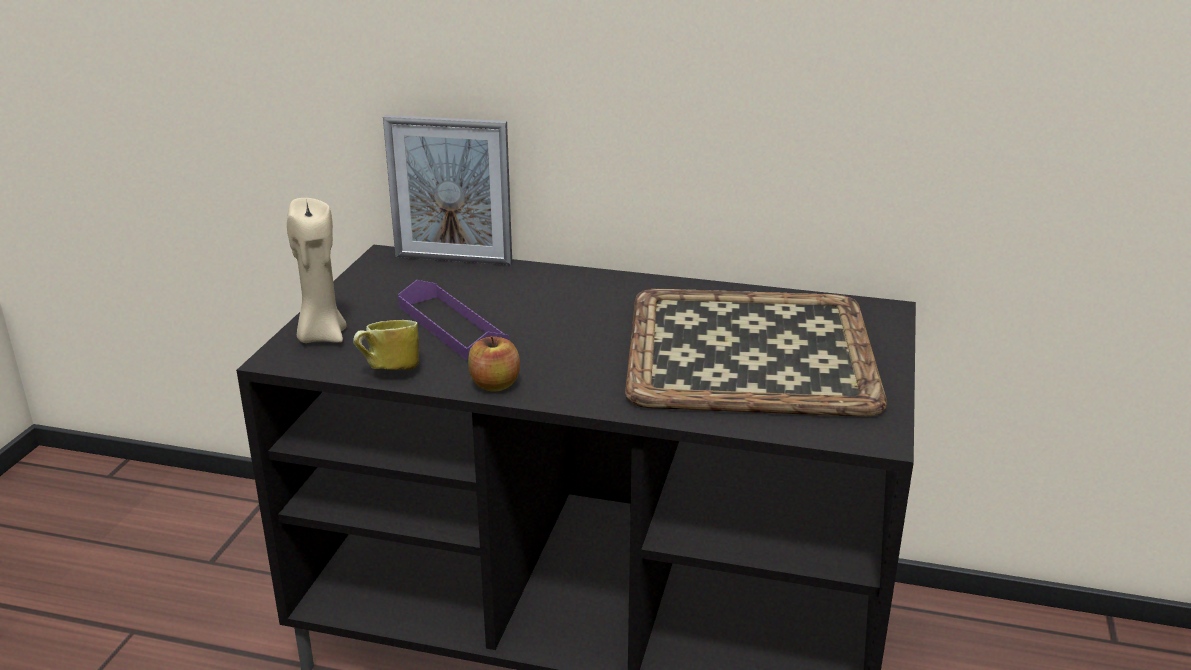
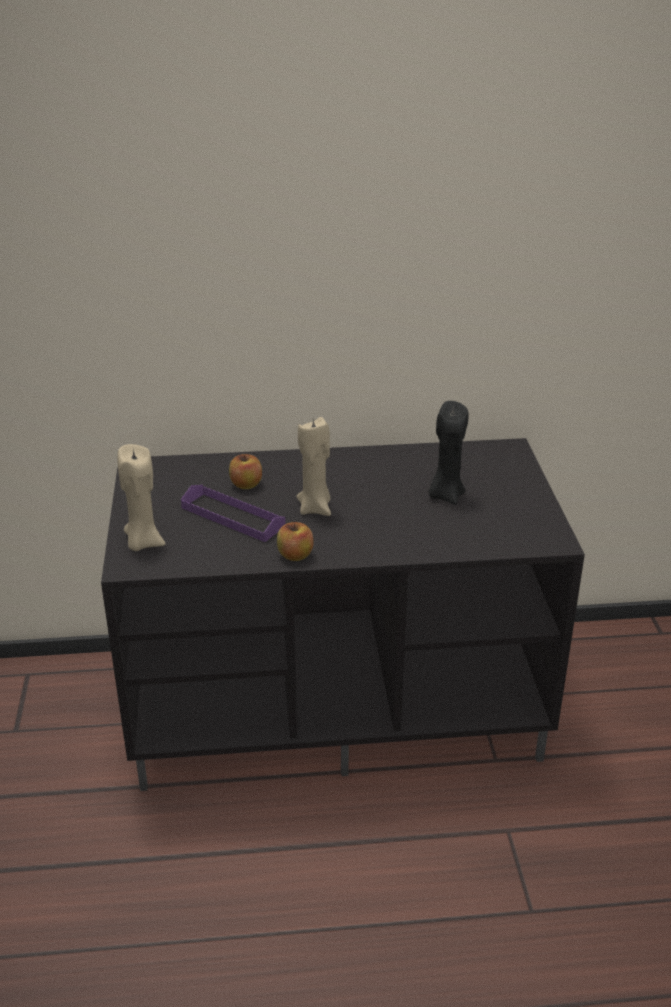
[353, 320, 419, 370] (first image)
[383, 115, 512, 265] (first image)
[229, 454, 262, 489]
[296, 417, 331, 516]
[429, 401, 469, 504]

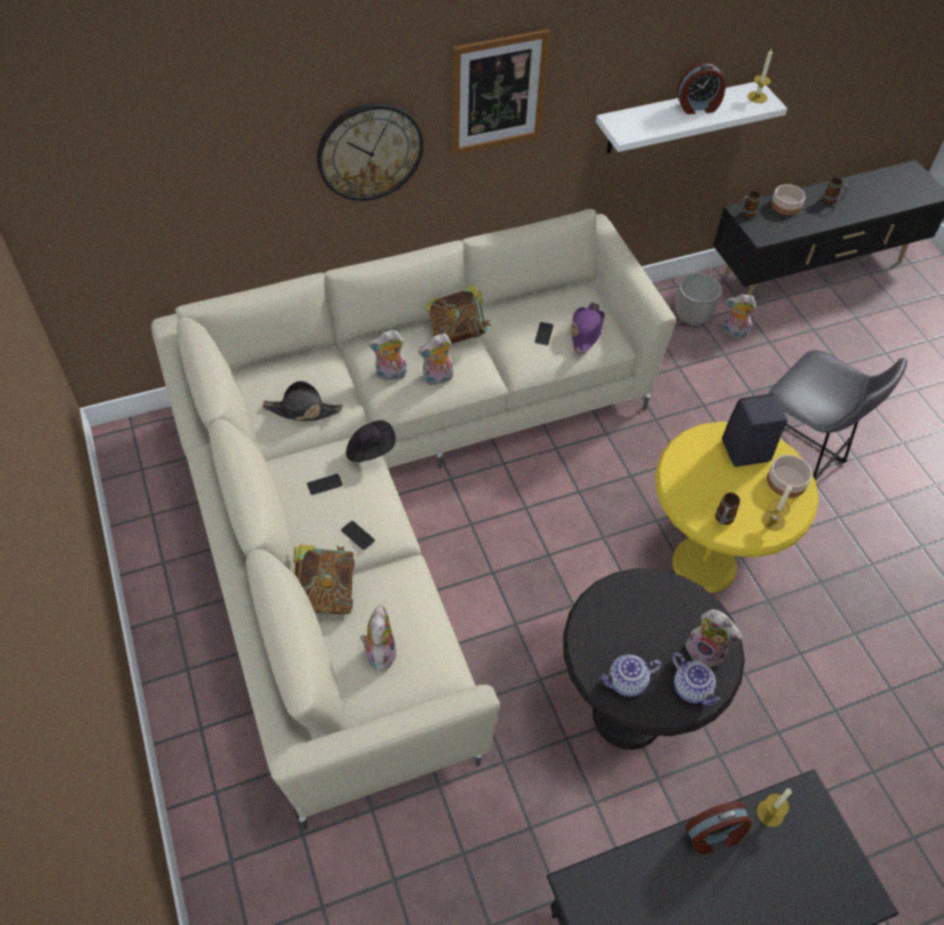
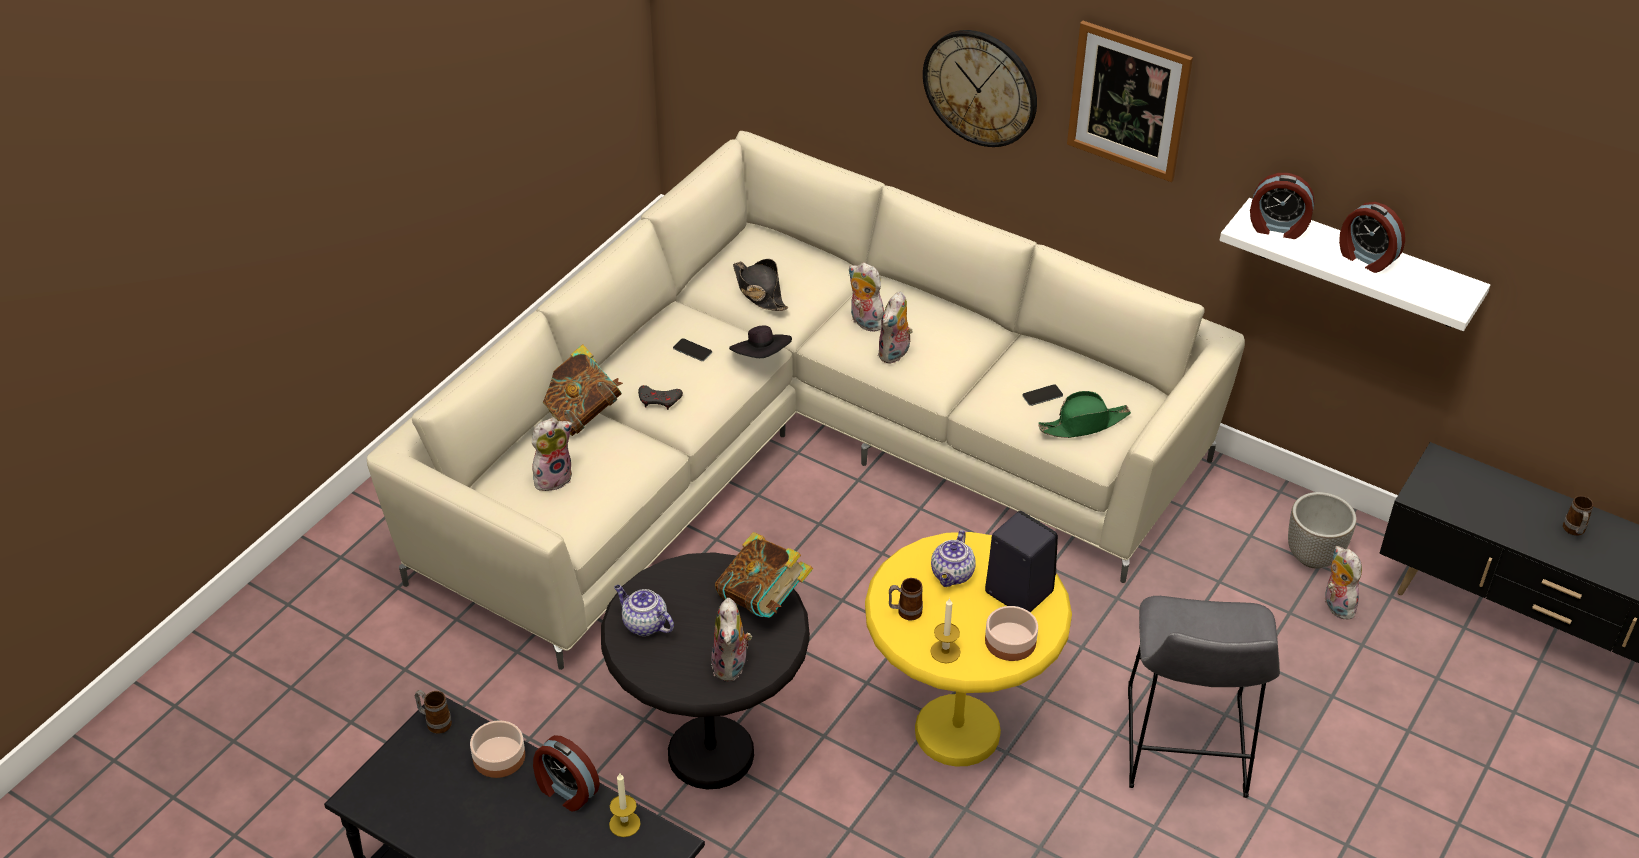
[748, 48, 772, 103] (first image)
[1250, 173, 1315, 239]
[715, 532, 813, 618]
[931, 530, 976, 587]
[415, 690, 452, 734]
[470, 720, 525, 778]
[638, 385, 683, 410]
[1038, 391, 1131, 438]
[878, 291, 913, 364]

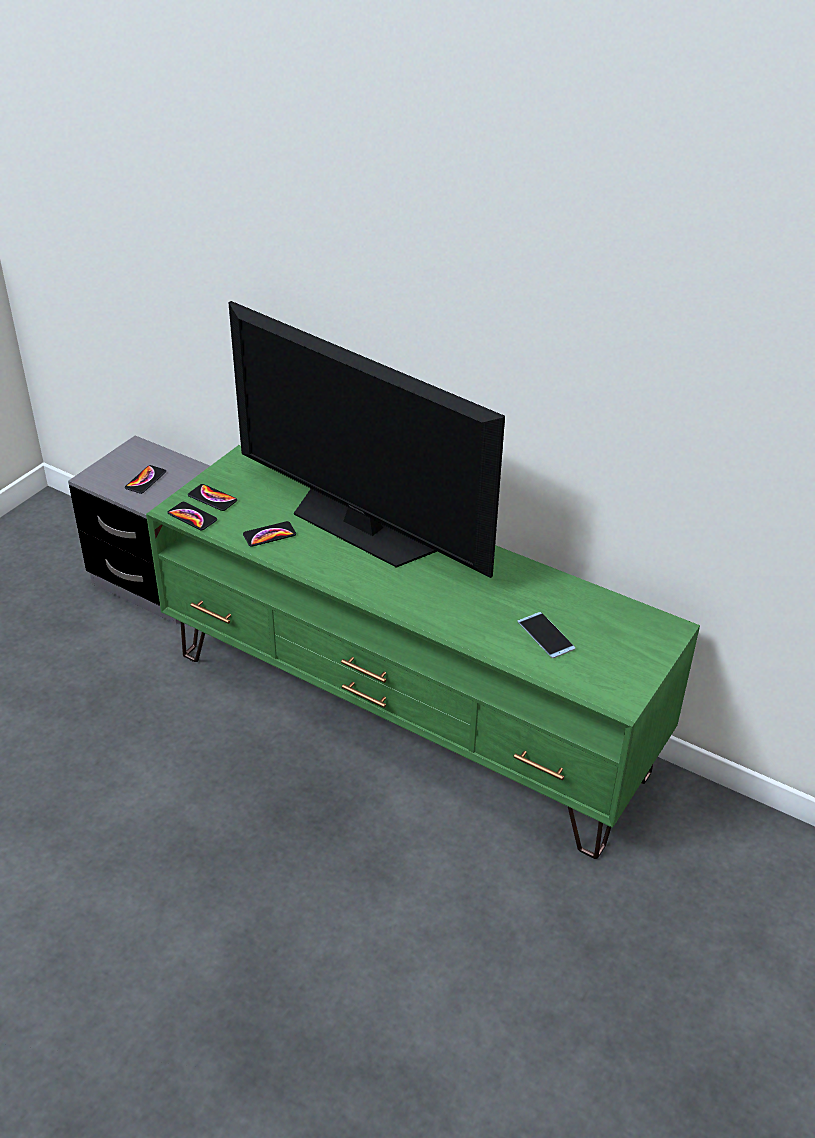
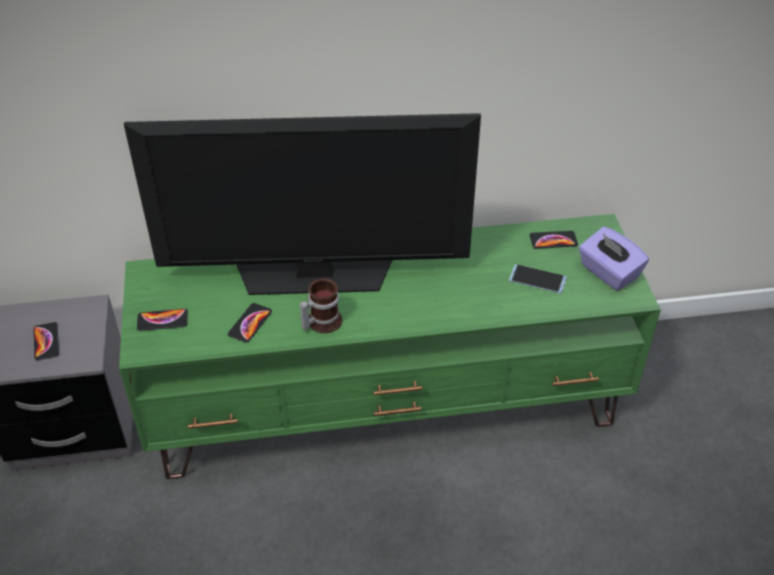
[299, 278, 342, 333]
[579, 226, 649, 291]
[530, 231, 578, 249]

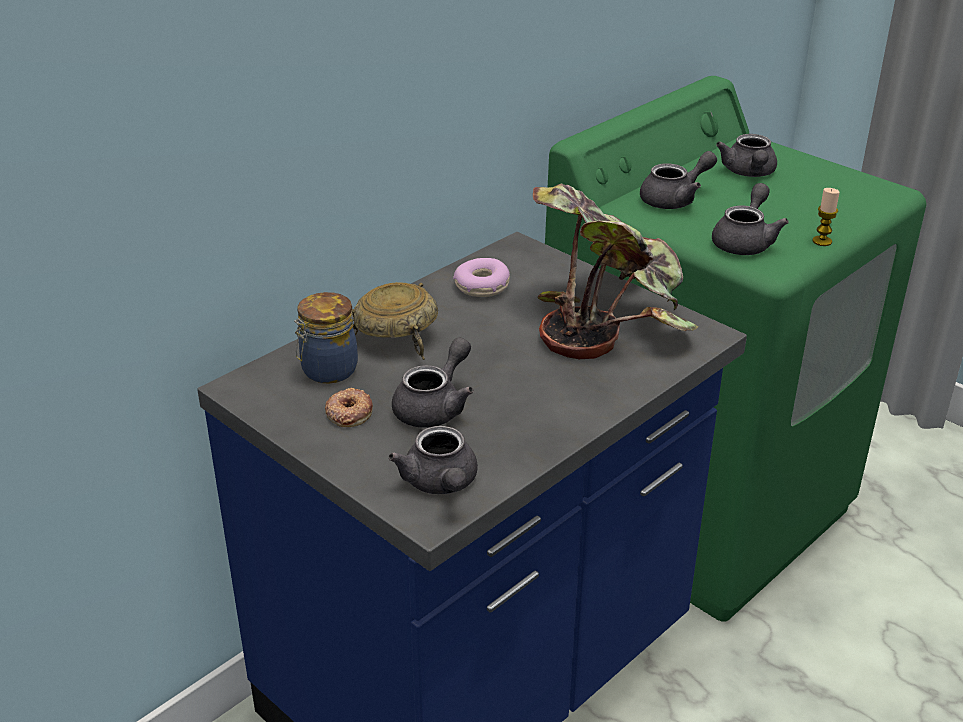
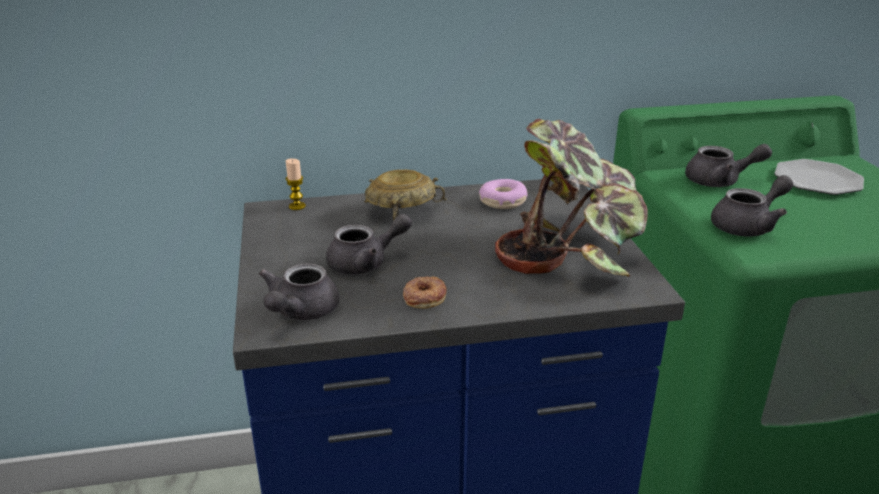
[294, 292, 358, 383] (first image)
[403, 276, 447, 309]
[286, 158, 306, 210]
[774, 159, 864, 195]

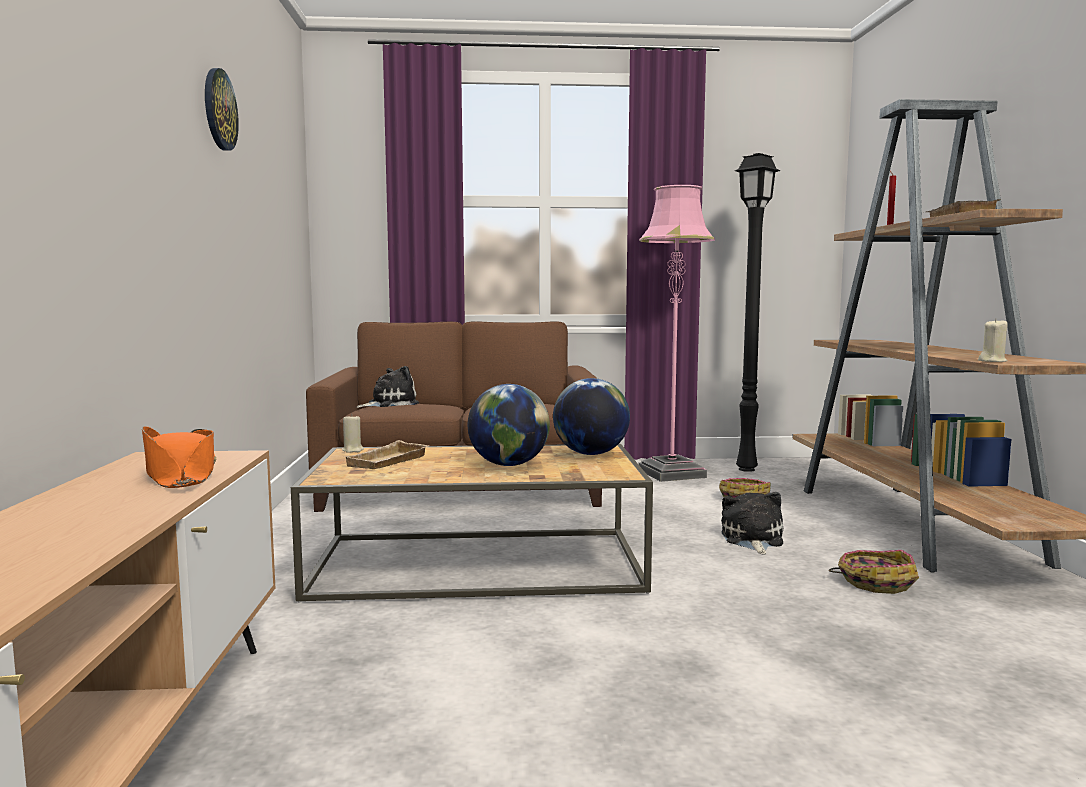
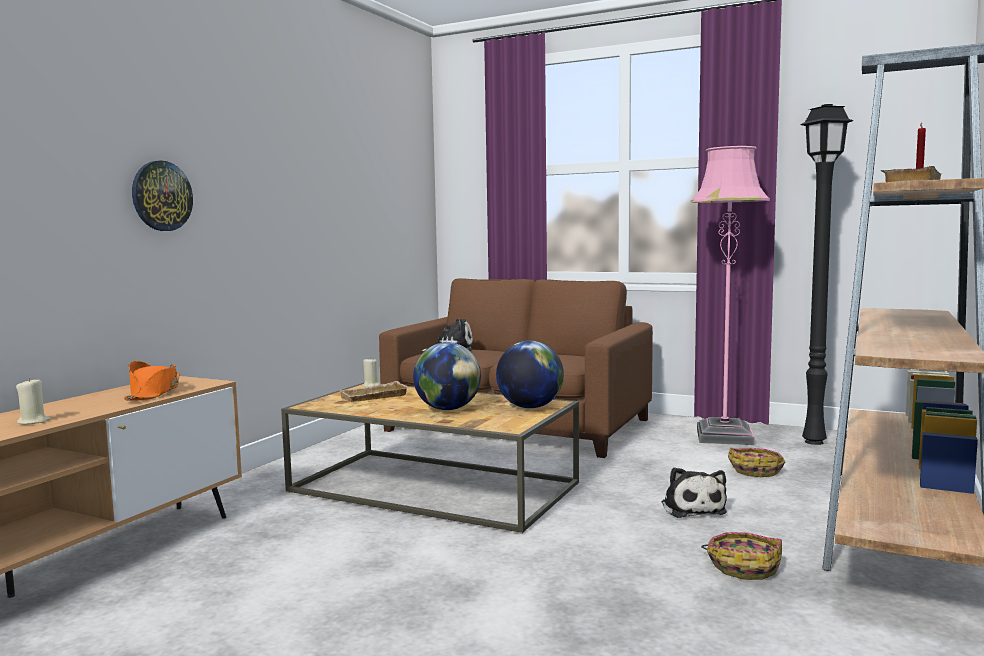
[132, 161, 193, 231]
[16, 378, 51, 424]
[662, 467, 727, 518]

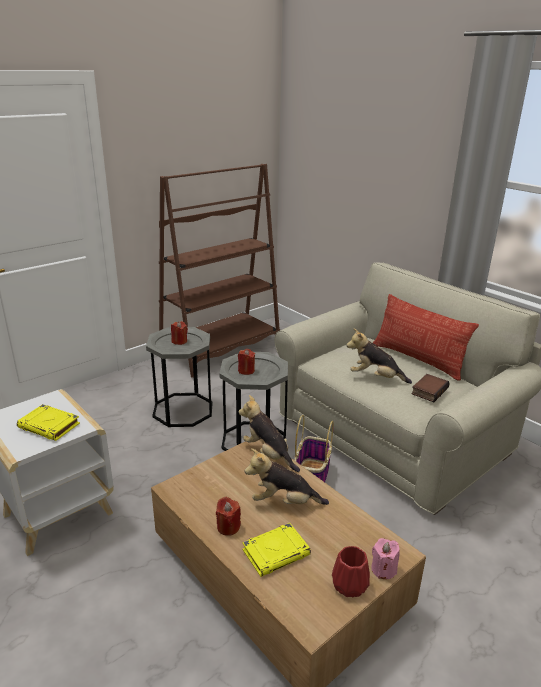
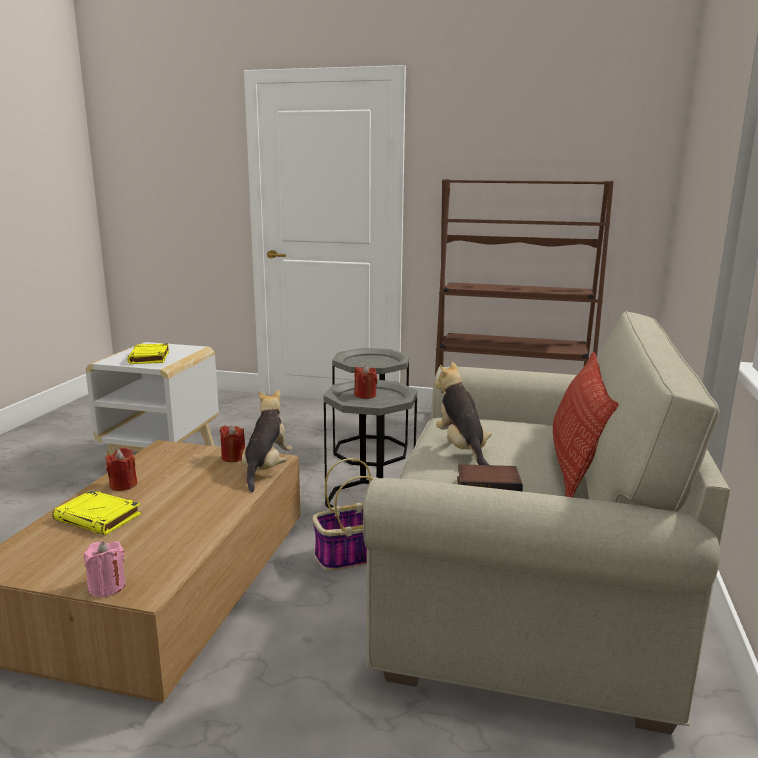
[245, 448, 329, 505] (first image)
[332, 546, 370, 597] (first image)
[220, 425, 245, 462]

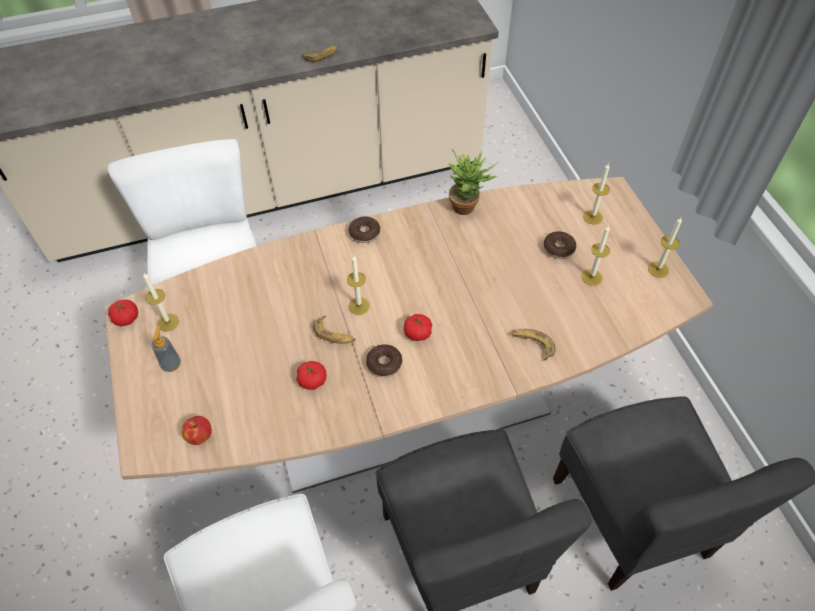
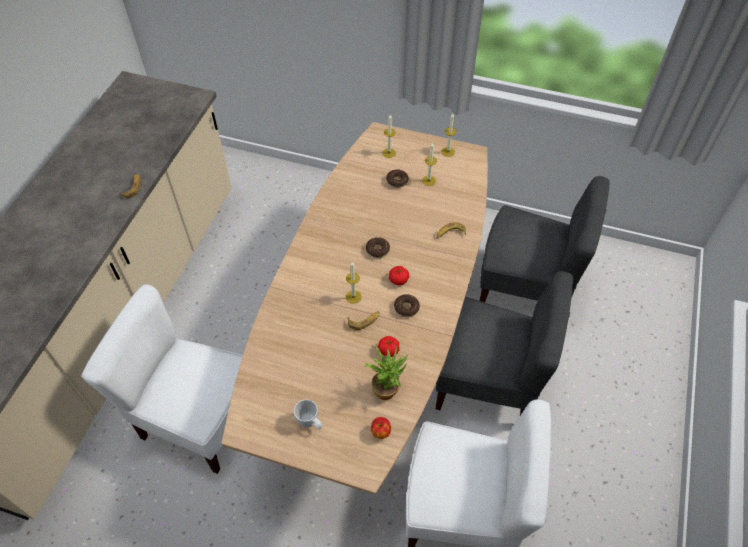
[108, 299, 138, 326] (first image)
[143, 273, 179, 332] (first image)
[366, 237, 390, 258]
[364, 346, 408, 400]
[294, 399, 323, 429]

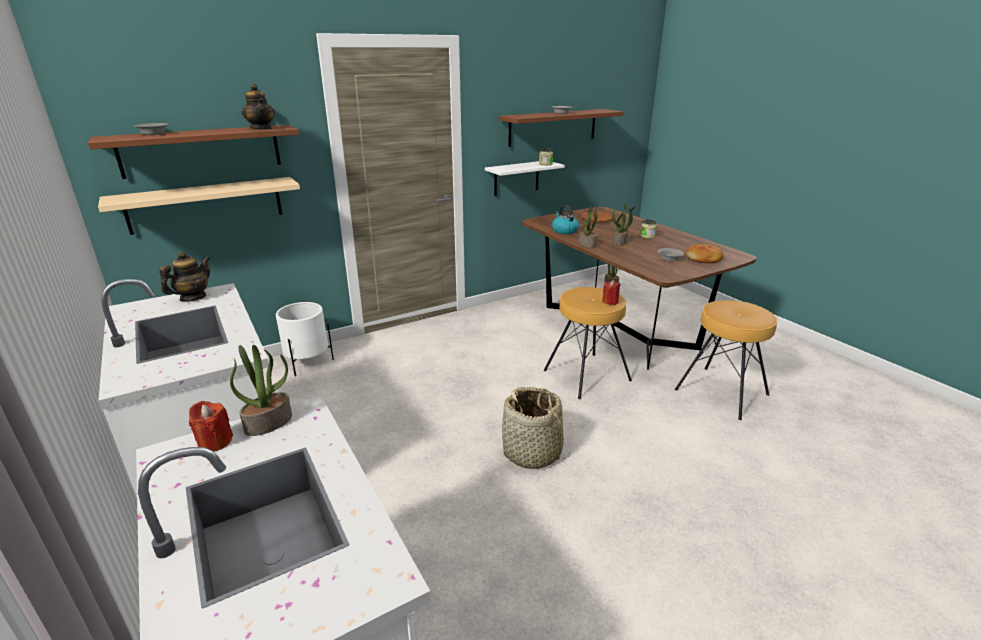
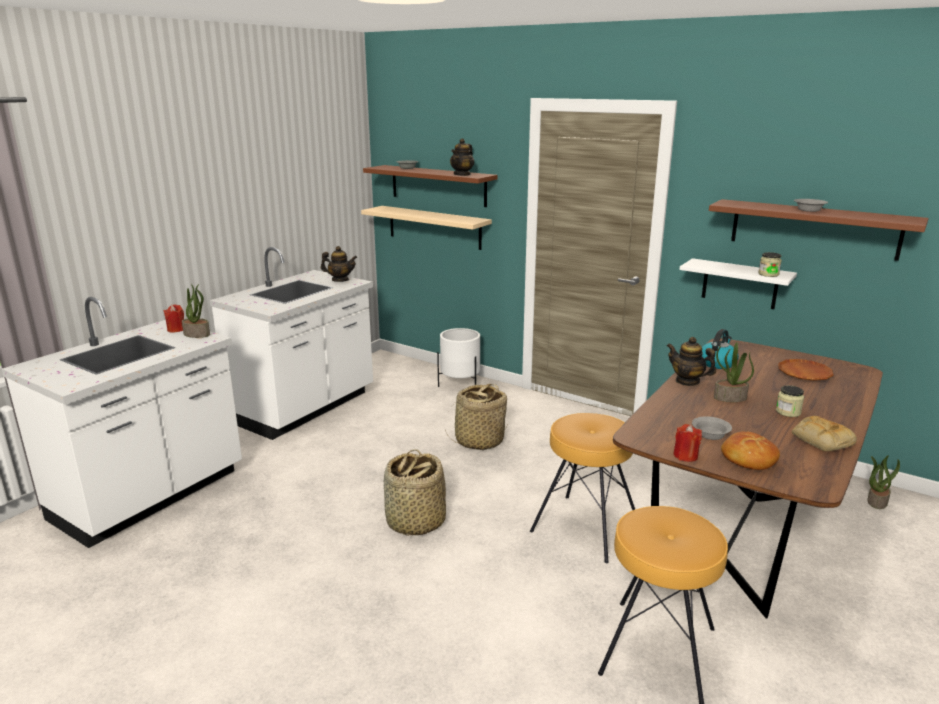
[445, 384, 508, 450]
[792, 416, 857, 451]
[673, 424, 702, 462]
[667, 337, 716, 386]

